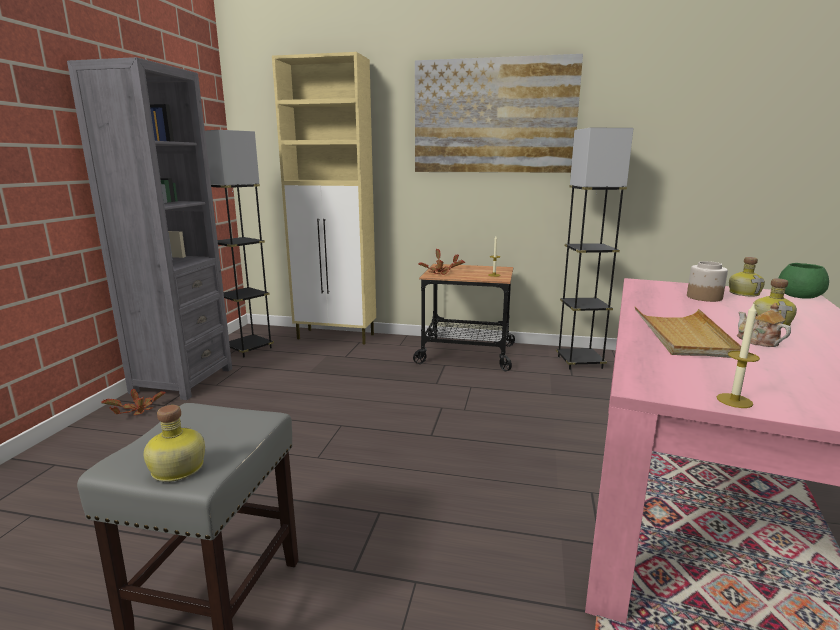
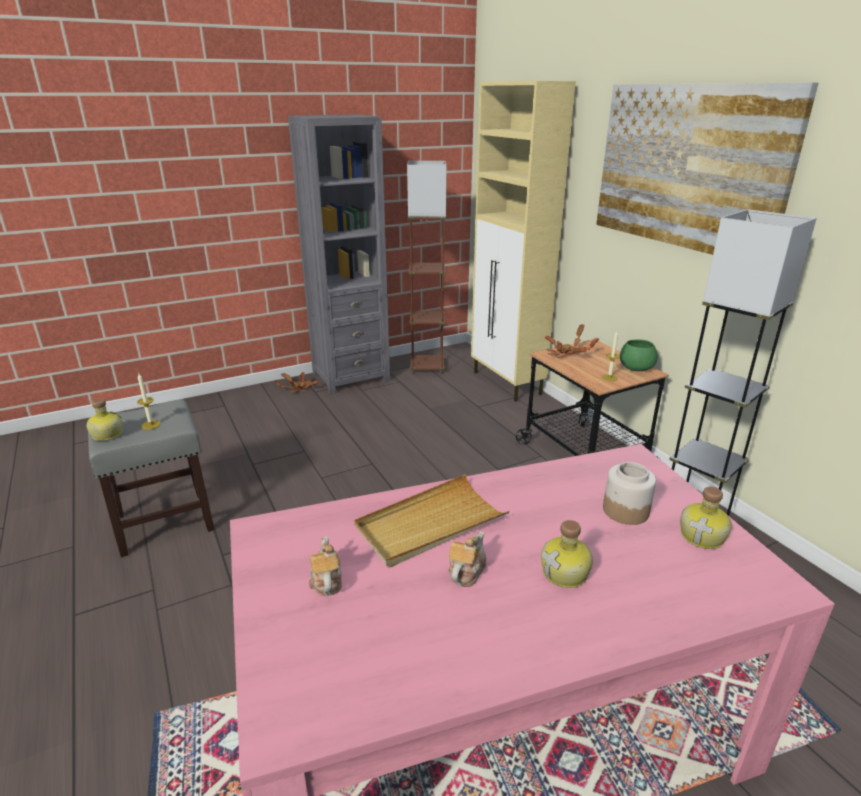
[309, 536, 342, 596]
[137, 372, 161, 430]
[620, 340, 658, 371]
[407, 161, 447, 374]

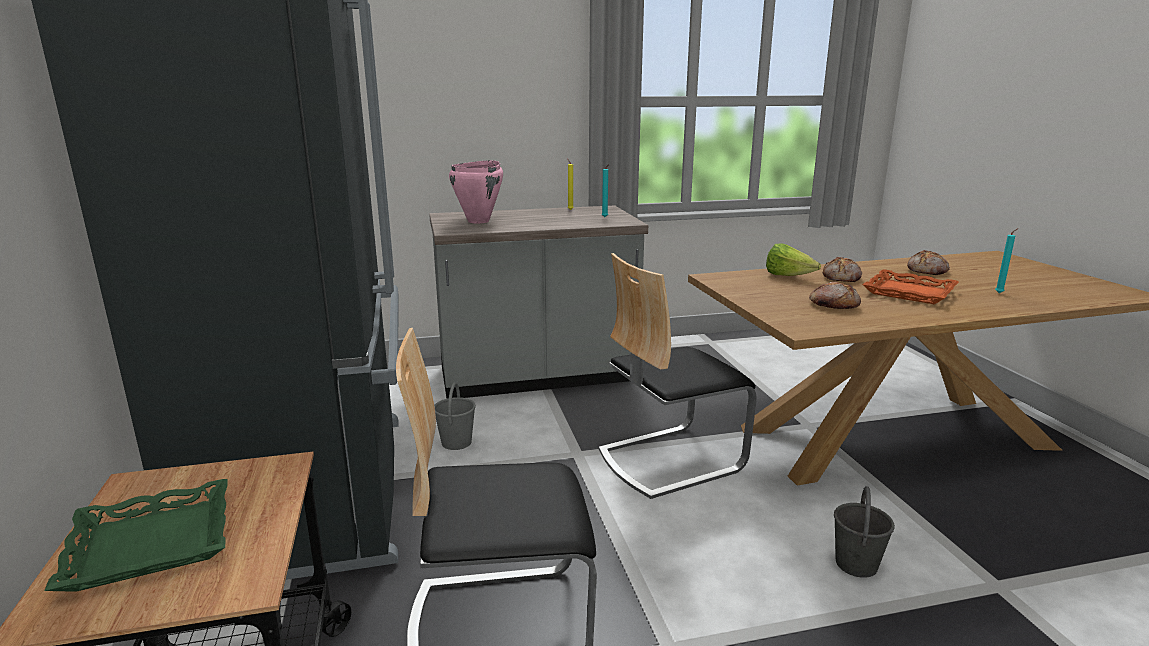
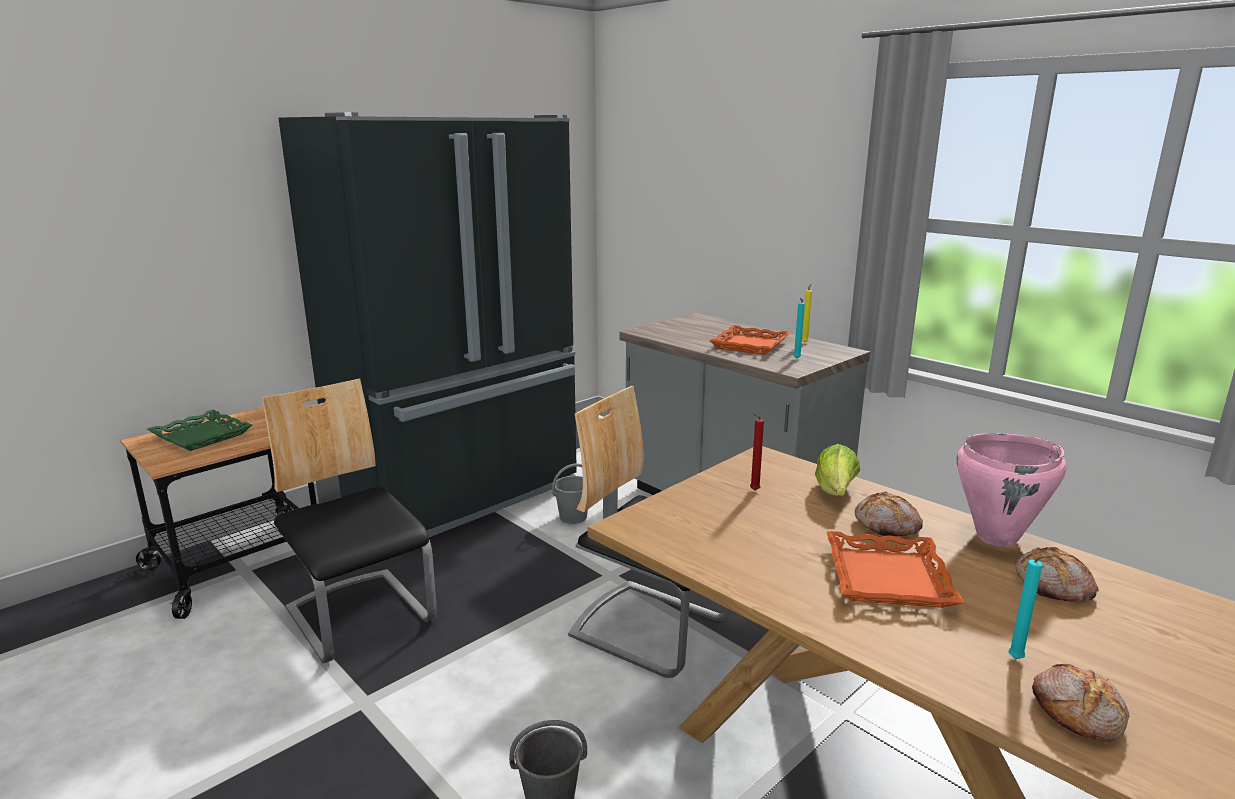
[710, 325, 790, 355]
[750, 413, 764, 490]
[957, 433, 1066, 547]
[1032, 664, 1129, 742]

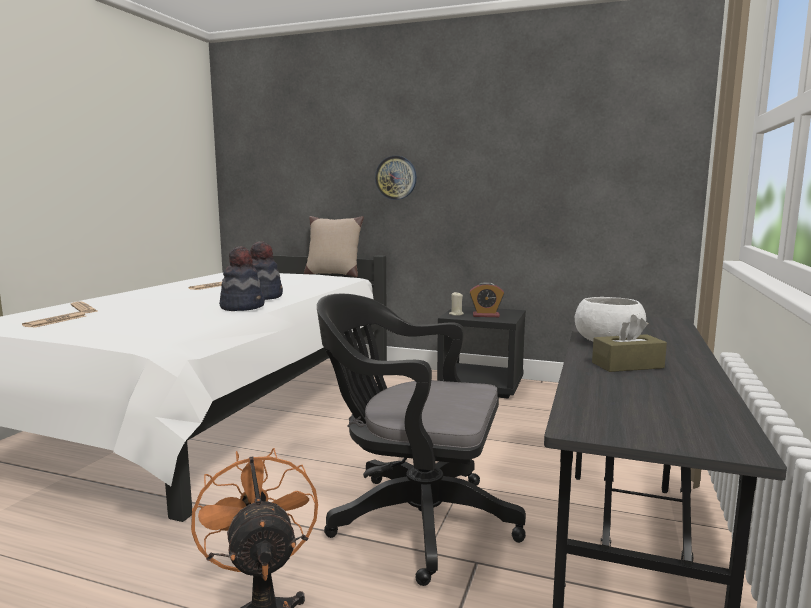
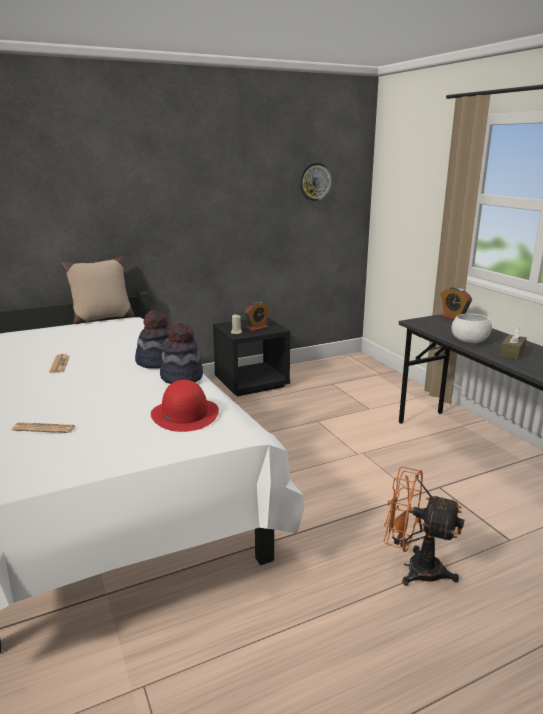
[22, 312, 86, 328] (first image)
[317, 293, 526, 586] (first image)
[151, 380, 219, 432]
[440, 287, 472, 321]
[299, 163, 332, 201]

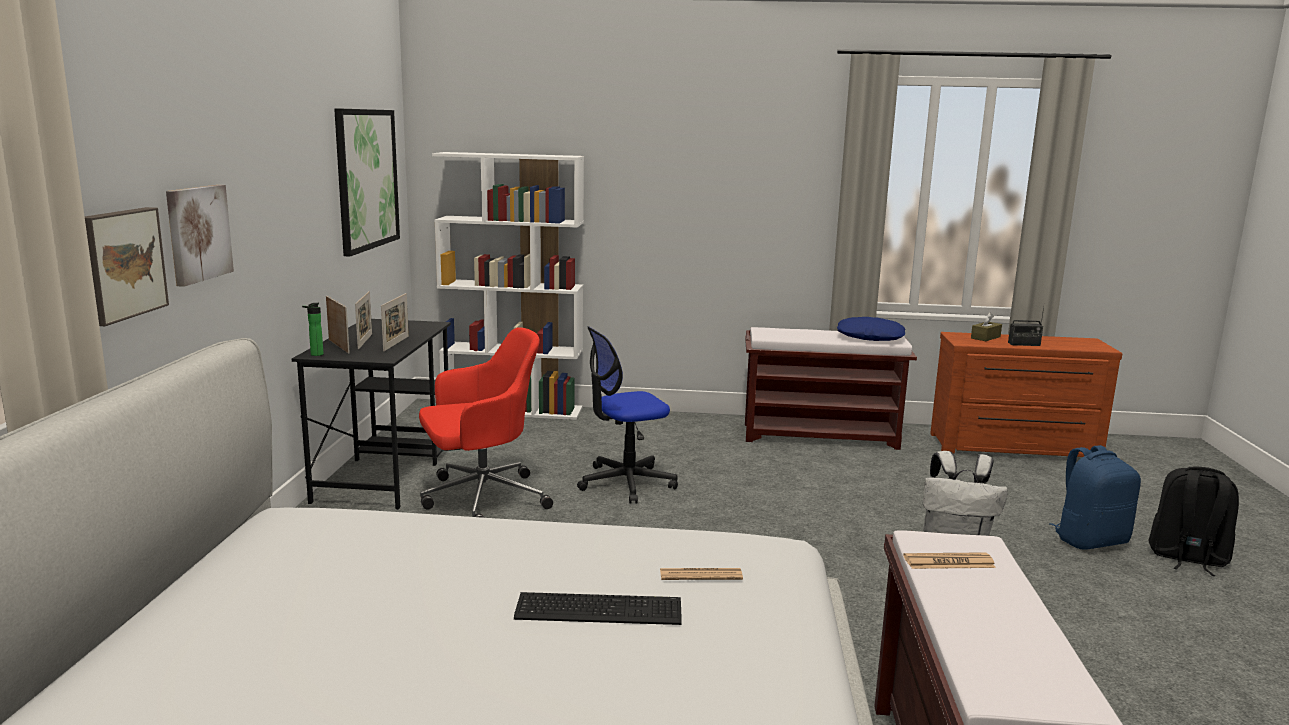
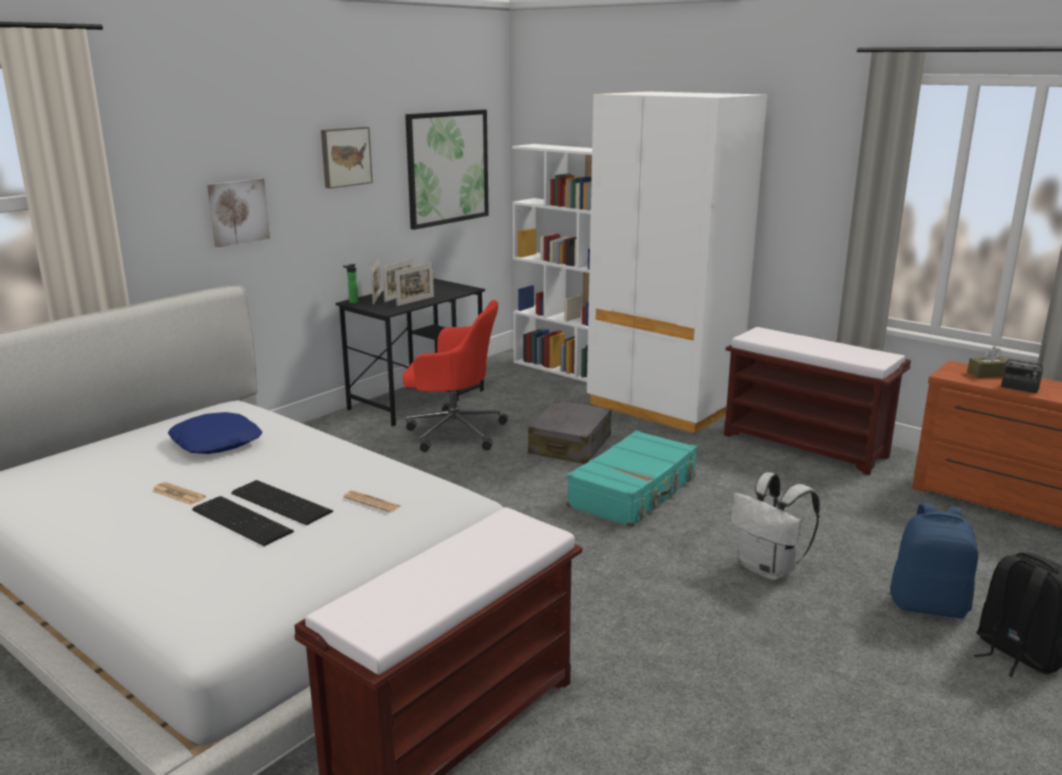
[192, 496, 294, 546]
[566, 430, 697, 527]
[587, 91, 767, 434]
[321, 127, 373, 189]
[168, 412, 262, 454]
[152, 482, 206, 505]
[528, 400, 612, 464]

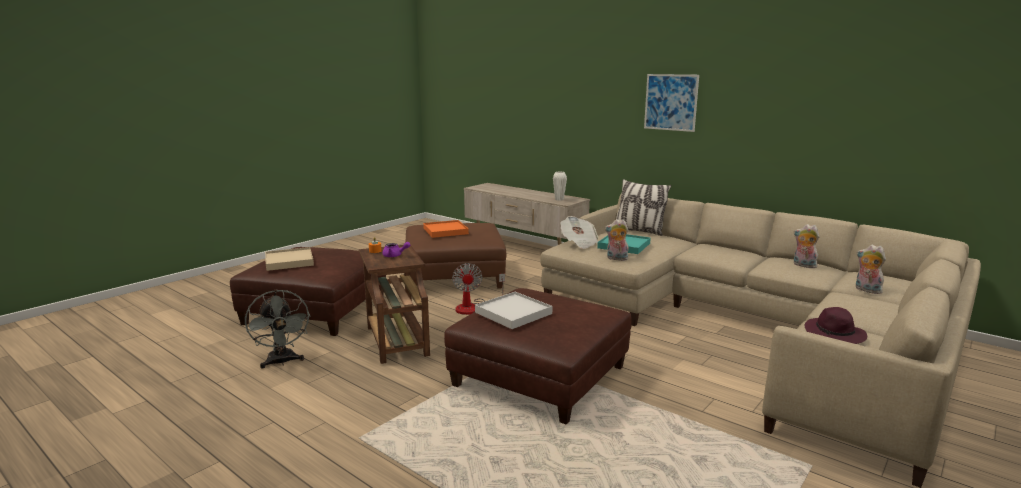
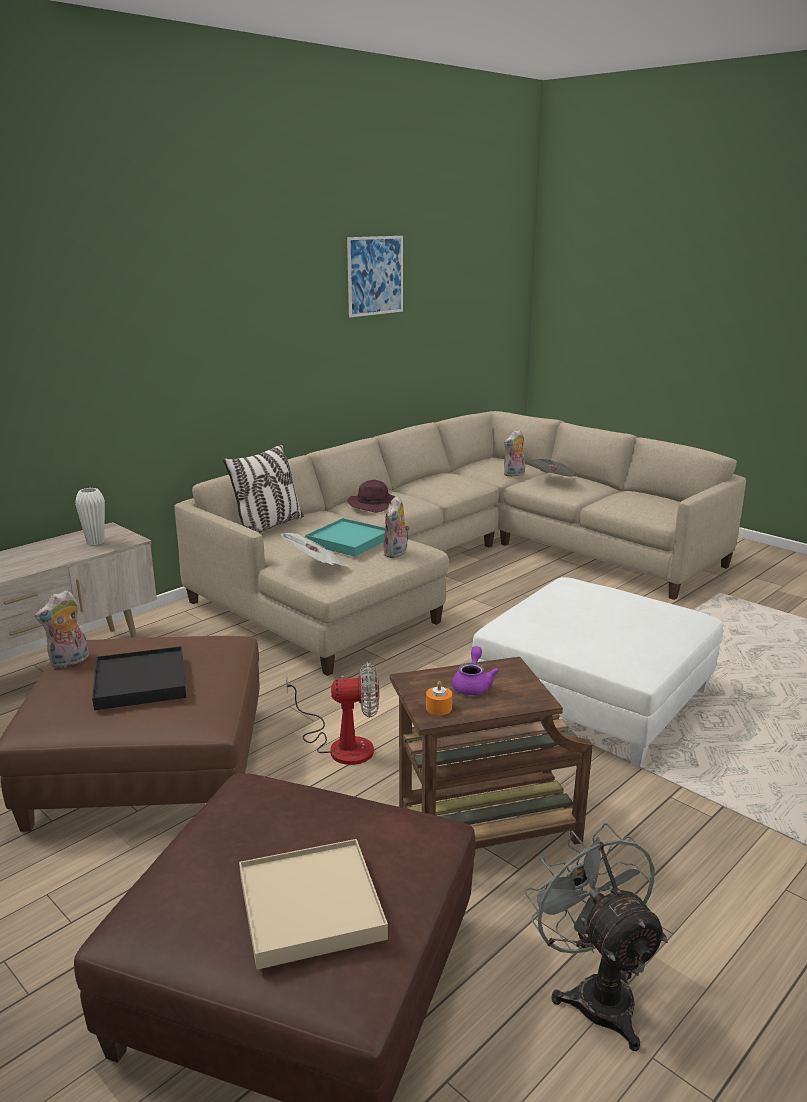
[475, 292, 552, 329] (first image)
[529, 459, 576, 477]
[347, 236, 403, 317]
[35, 590, 89, 668]
[347, 480, 395, 513]
[92, 646, 186, 710]
[472, 577, 723, 768]
[525, 823, 668, 1051]

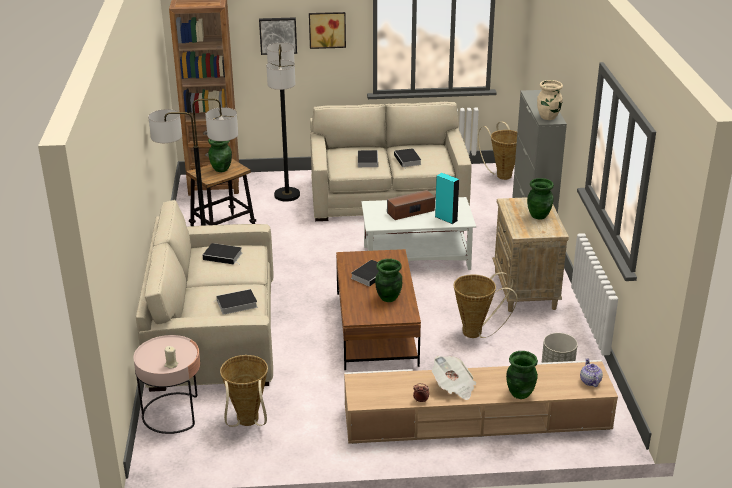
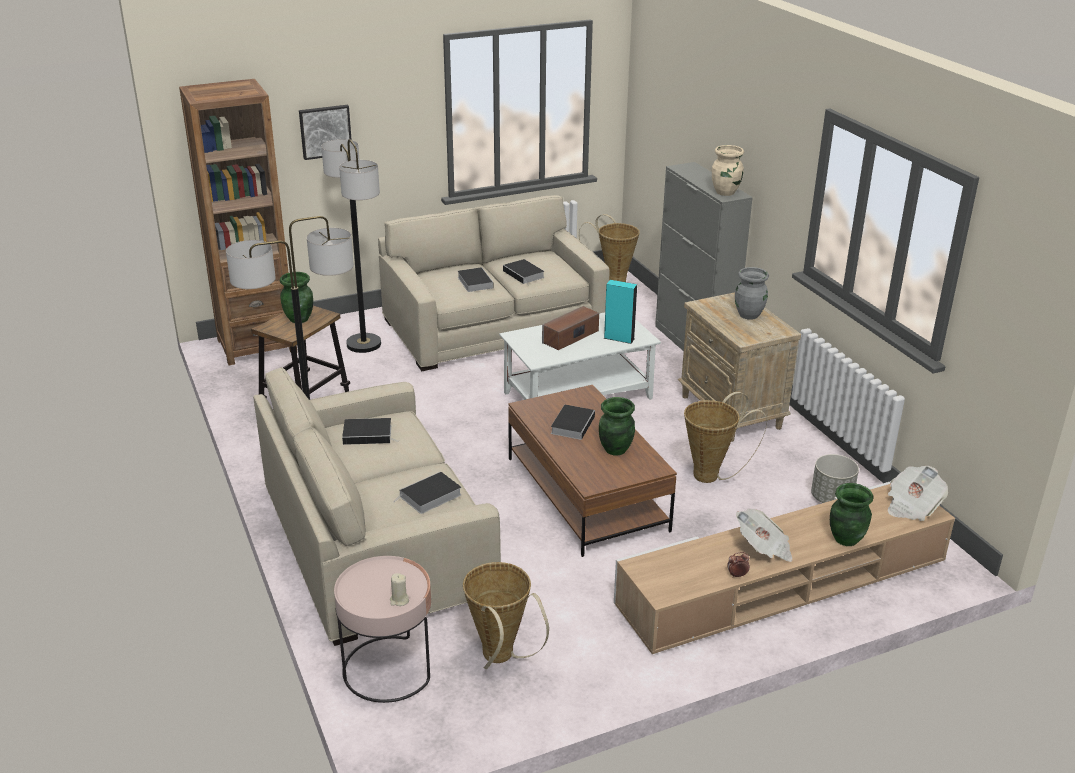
[309, 12, 346, 49] (first image)
[888, 466, 948, 521]
[735, 267, 769, 320]

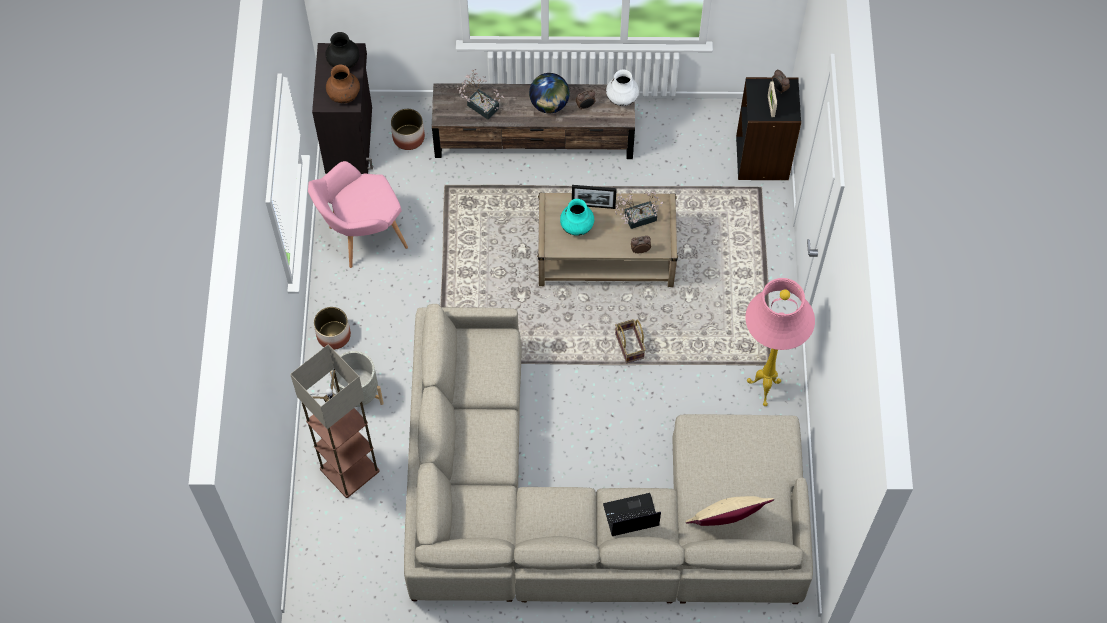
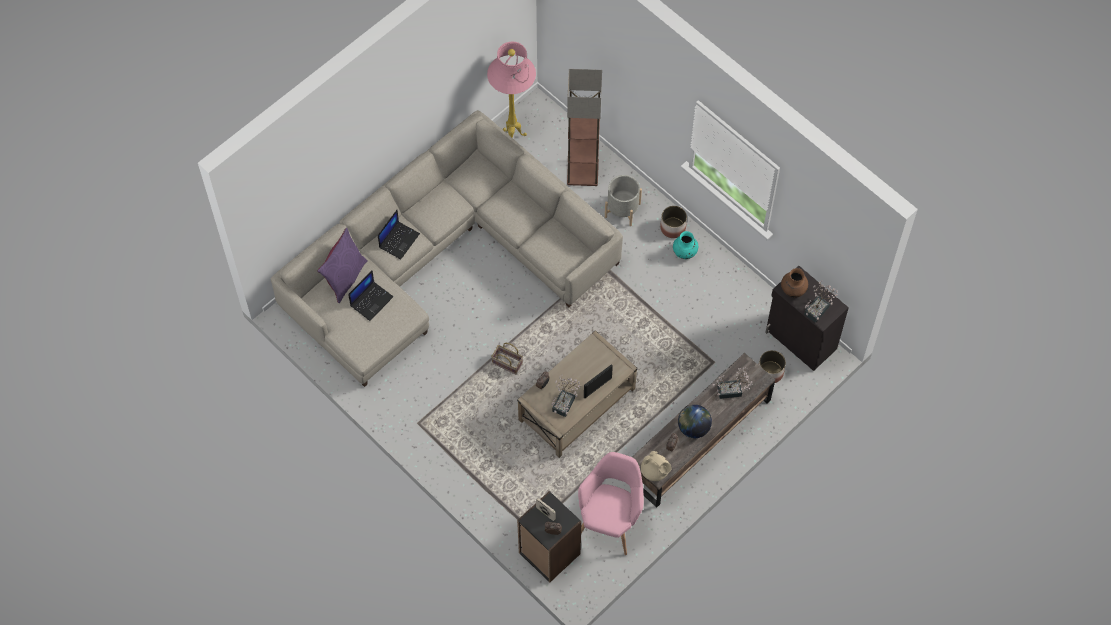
[348, 270, 393, 321]
[578, 452, 644, 555]
[673, 231, 698, 259]
[487, 42, 536, 138]
[804, 280, 838, 323]
[641, 451, 672, 481]
[317, 228, 367, 303]

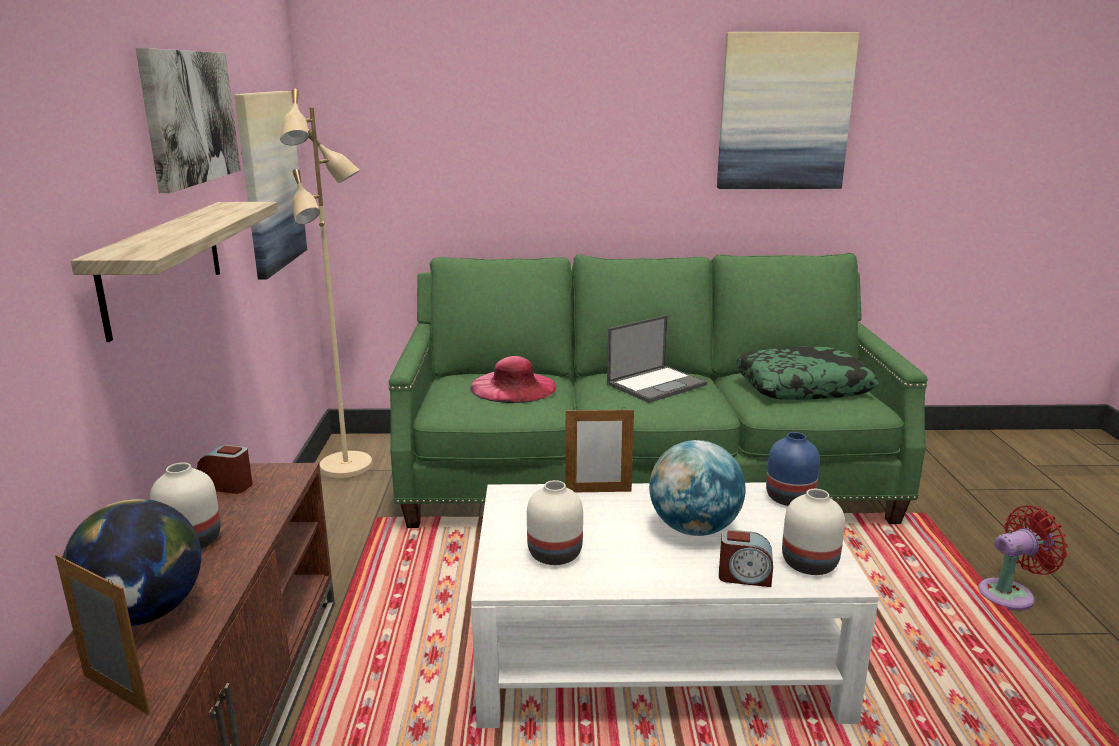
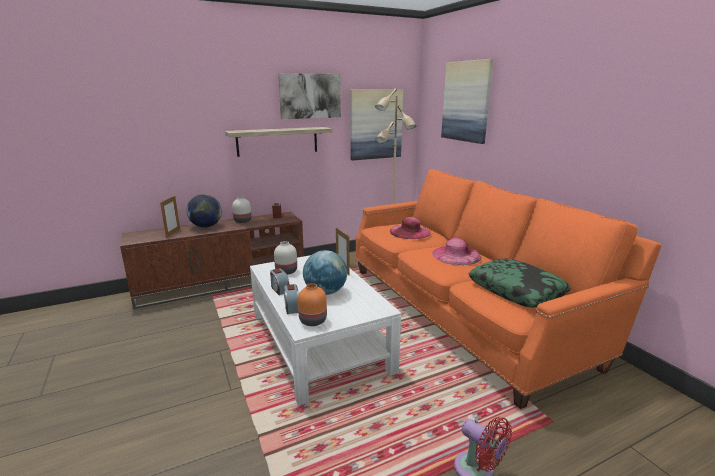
[766, 432, 820, 506] (first image)
[270, 268, 289, 295]
[441, 59, 493, 144]
[432, 238, 482, 265]
[355, 169, 662, 409]
[298, 283, 327, 326]

